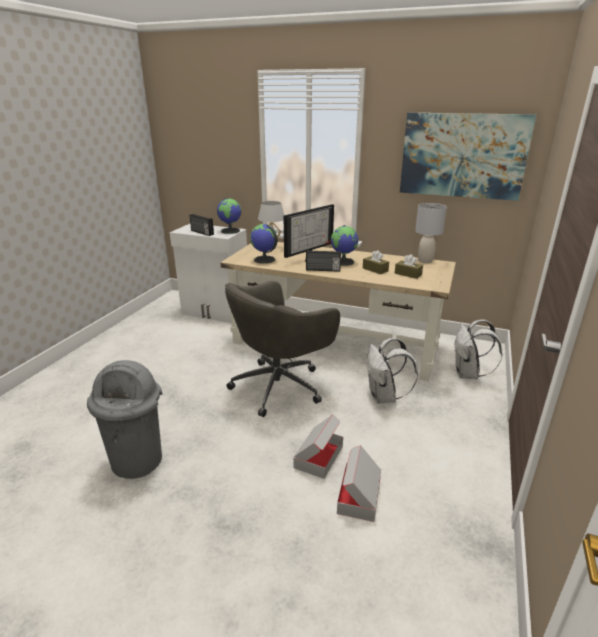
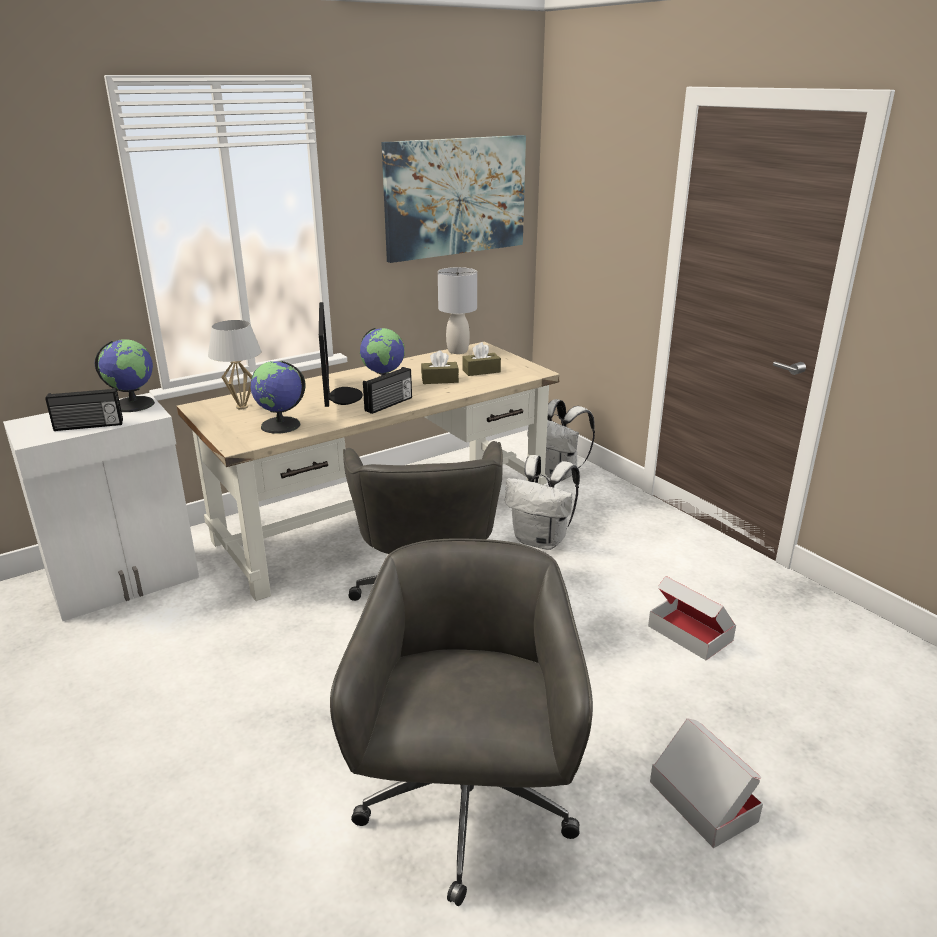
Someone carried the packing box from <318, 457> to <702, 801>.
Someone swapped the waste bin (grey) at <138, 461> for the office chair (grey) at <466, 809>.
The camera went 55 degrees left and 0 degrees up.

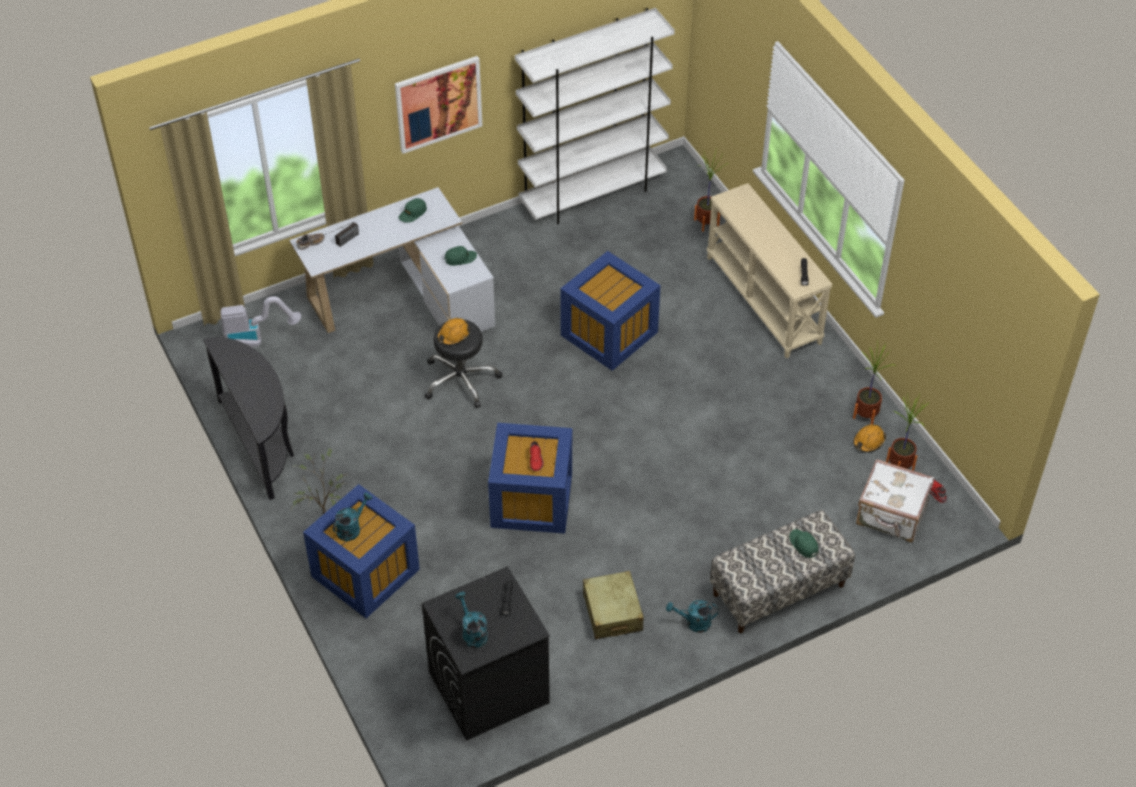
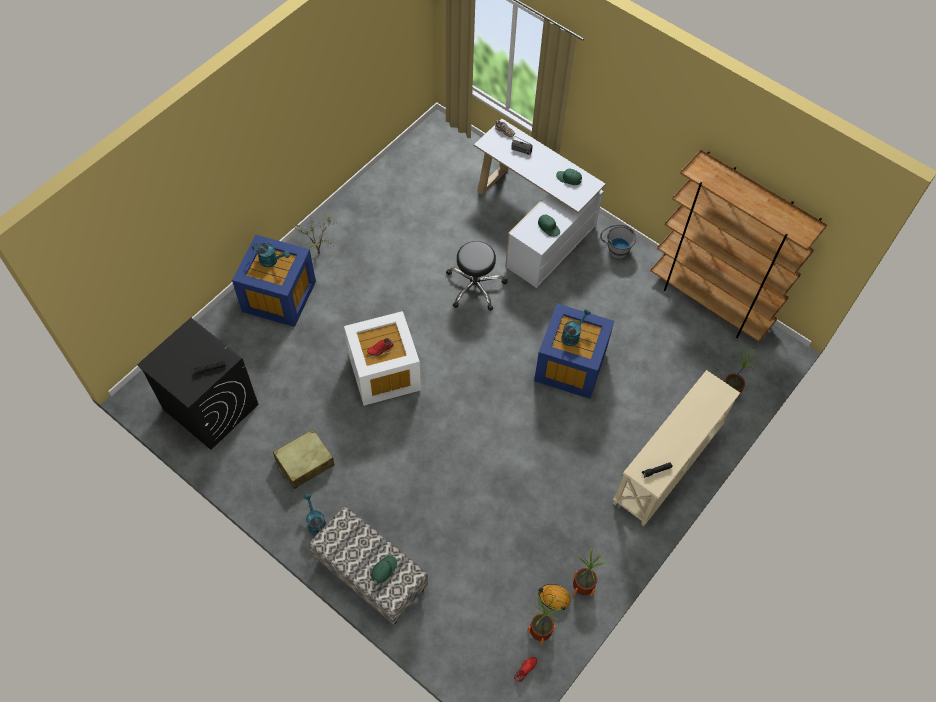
Someone took away the narrow table (black-coloured) at <261, 443>.
Someone took away the vacuum cleaner at <257, 339>.
Someone took away the wall art at <438, 104>.
Someone took away the safety helmet (orange-coloured) at <453, 335>.
Someone took away the suitcase (whitish) at <891, 515>.
Someone put down the water bucket (grey) at <615, 248>.
Someone carried the watering can (blue-green) from <472, 632> to <572, 335>.
Someone repainted the storage container (blue-coloured) at <533, 499>, which became the storage container (whitish) at <385, 373>.
Someone repainted the bookshelf (whitish) at <593, 194>, which became the bookshelf (brown-coloured) at <710, 302>.
The camera went 65 degrees right and 10 degrees up.

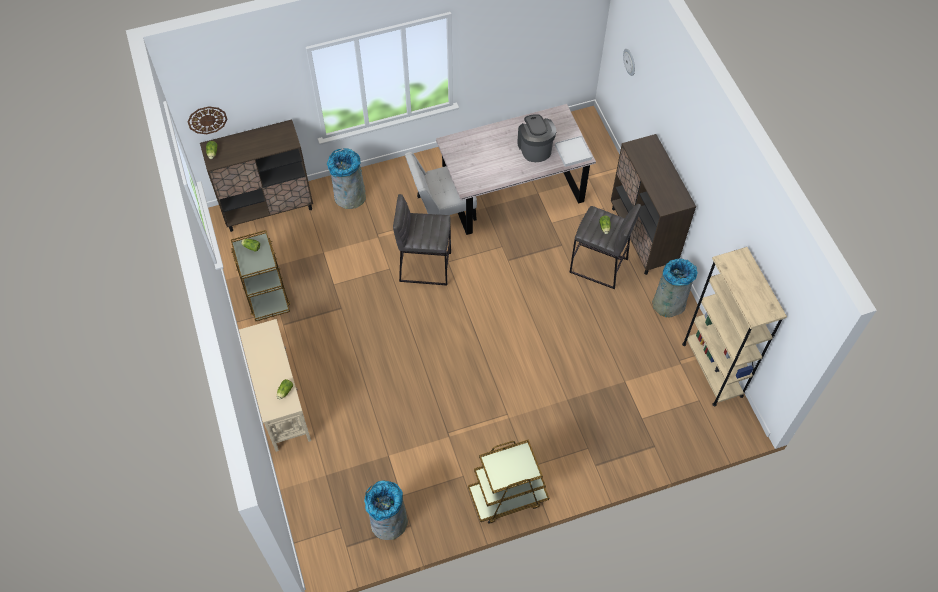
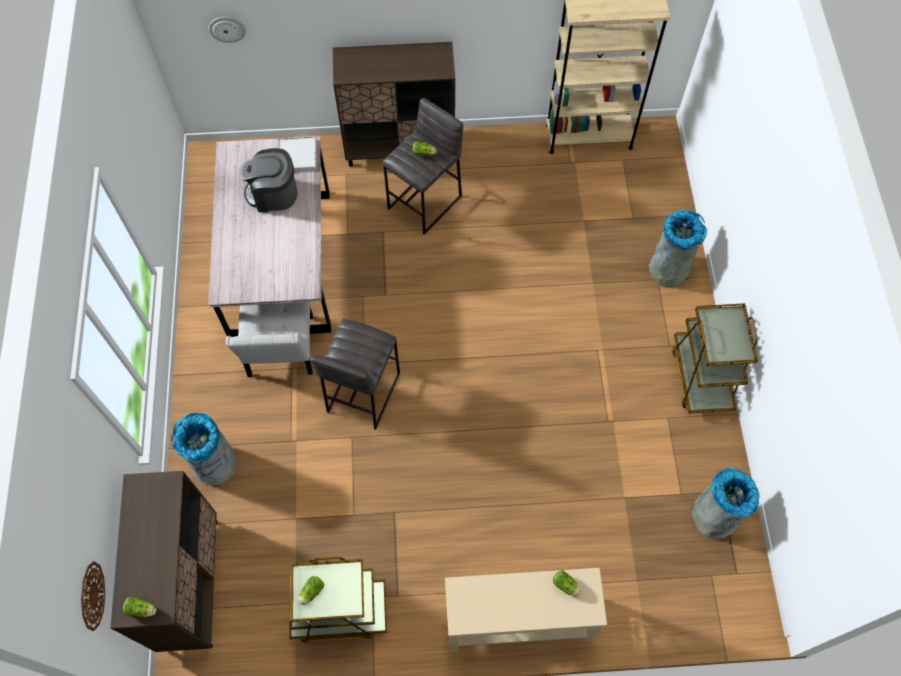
Someone carried the waste bin (grey) from <669, 303> to <668, 269>.
The camera went 75 degrees left and 5 degrees up.

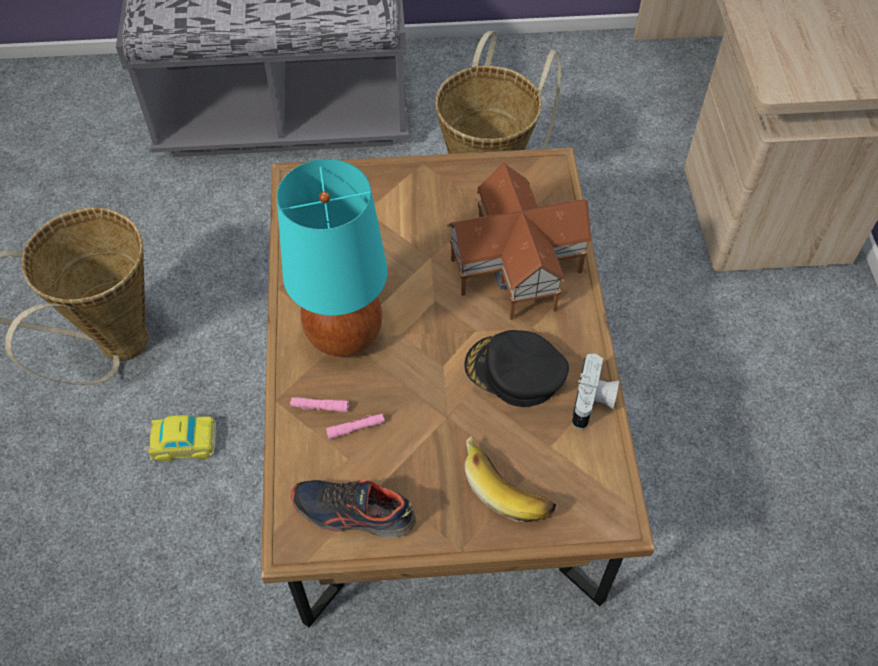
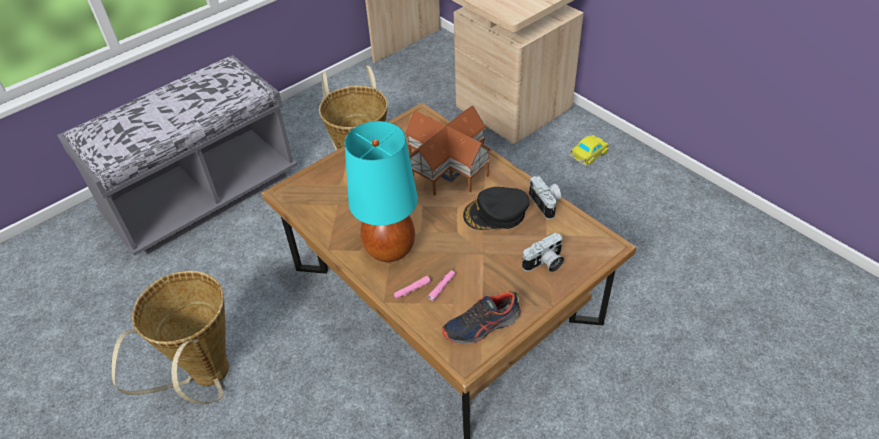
Someone carried the model car from <182, 441> to <588, 154>.
Someone swapped the whole banana at <508, 486> for the photo camera at <545, 264>.
The camera went 35 degrees left and 10 degrees down.

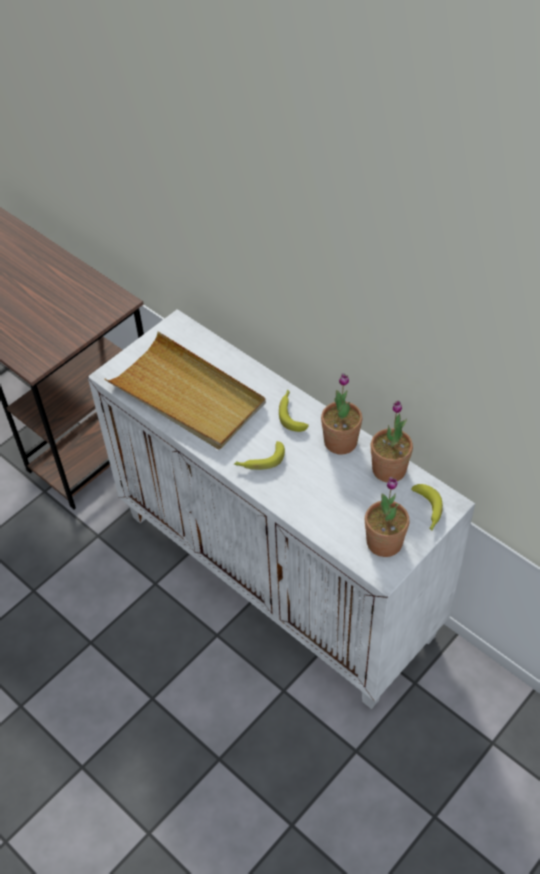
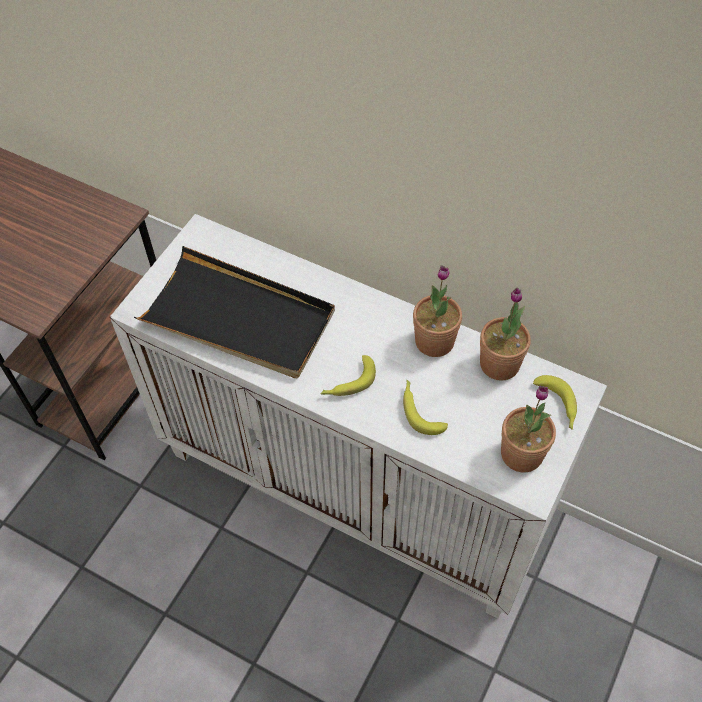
Someone carried the whole banana from <292, 413> to <420, 410>.
Someone repainted the carrying tray (beige-coloured) at <187, 395>, which became the carrying tray (black-coloured) at <238, 318>.
The camera went 15 degrees left and 5 degrees up.

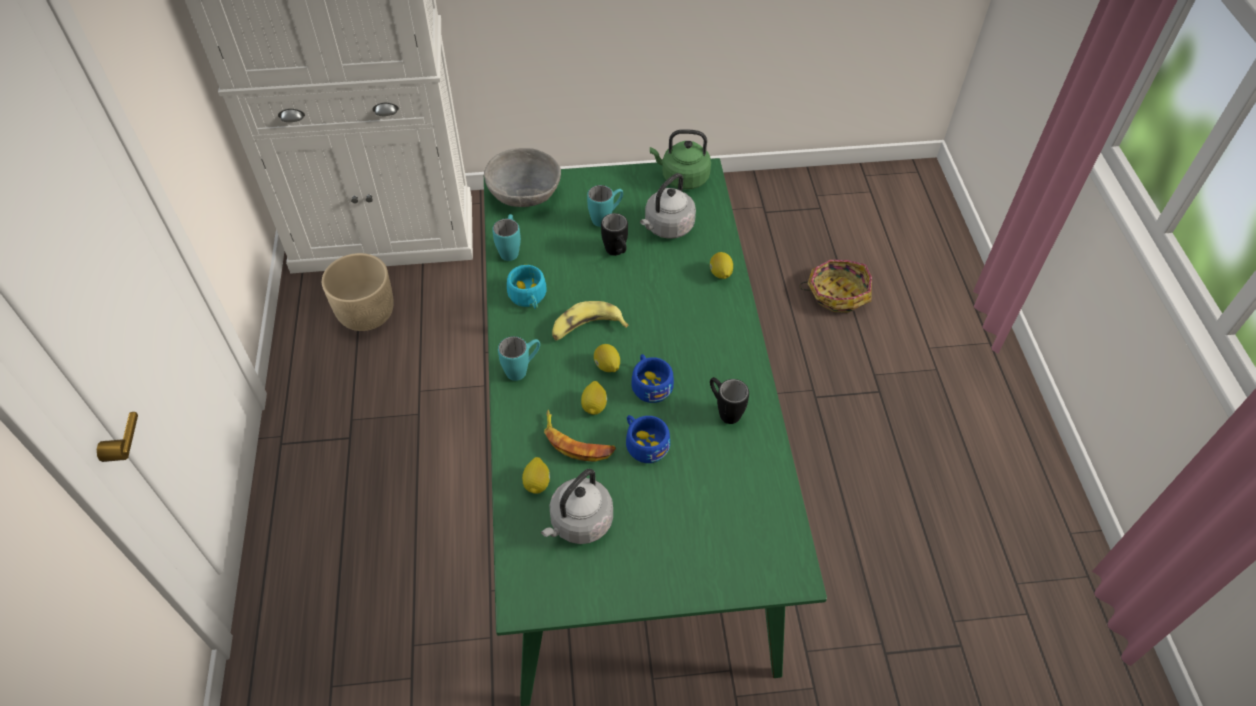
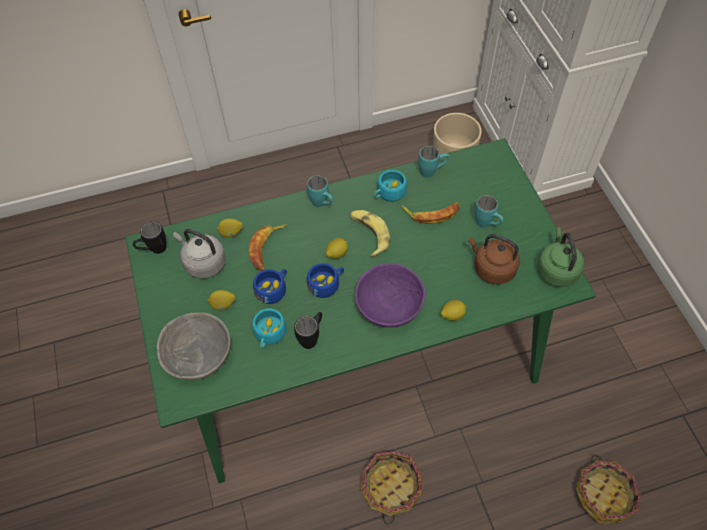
Someone put down the small cup (blue-green) at <269, 335>.
Someone put down the deep dish (purplish) at <389, 306>.
Someone put down the basket at <390, 487>.
Someone put down the whole banana at <432, 213>.
Someone carried the deep dish (grey) from <523, 194> to <198, 355>.
Someone carried the lemon from <594, 406> to <223, 305>.
Someone carried the tea mug (black-coloured) from <617, 253> to <154, 250>.
Someone repainted the water kettle (grey) at <667, 227>, which became the water kettle (brown-coloured) at <492, 268>.
The camera went 80 degrees right and 5 degrees up.

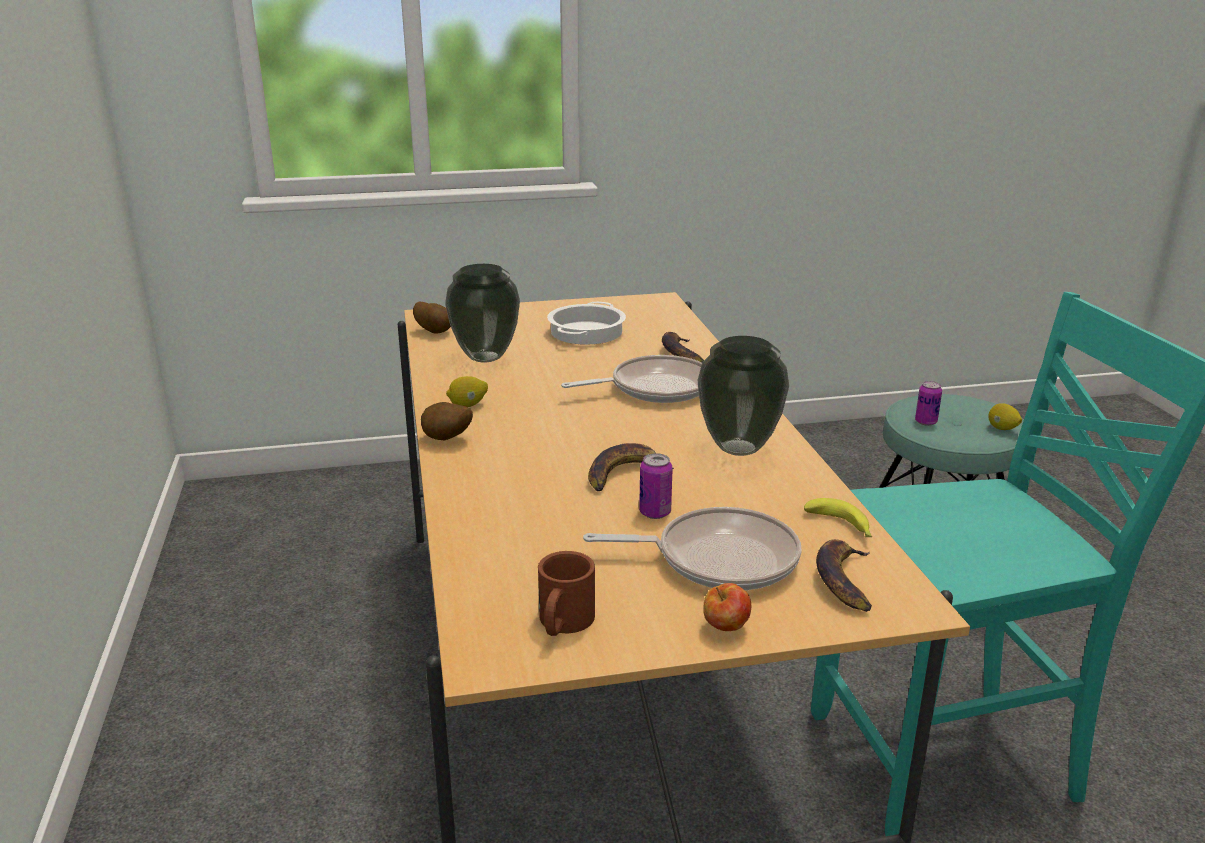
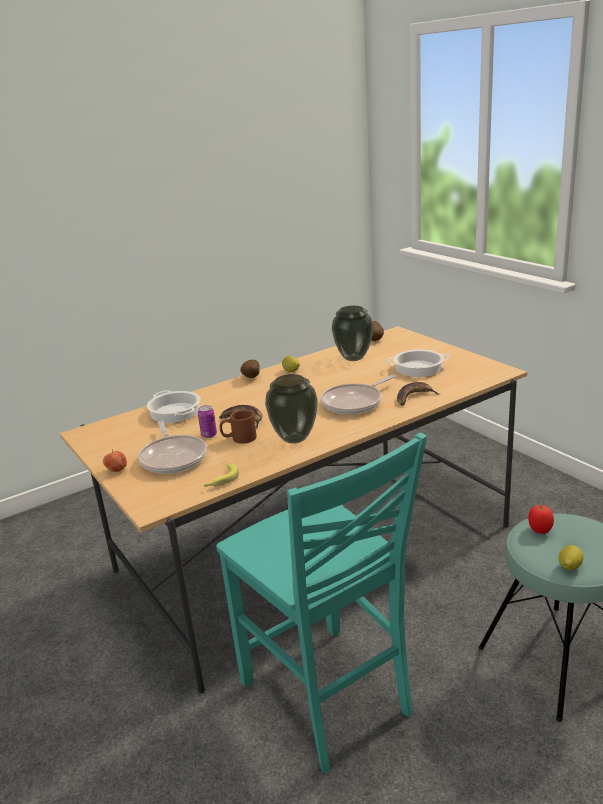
Someone took away the whole banana at <844, 581>.
Someone put down the saucepot at <176, 412>.
Someone carried the tea mug (brown-coloured) from <563, 624> to <239, 438>.
Someone swapped the metal can at <926, 422> for the fresh tomato at <539, 530>.
Someone rotated the frying pan at <655, 388> by 90 degrees clockwise.
The camera went 70 degrees right and 0 degrees up.

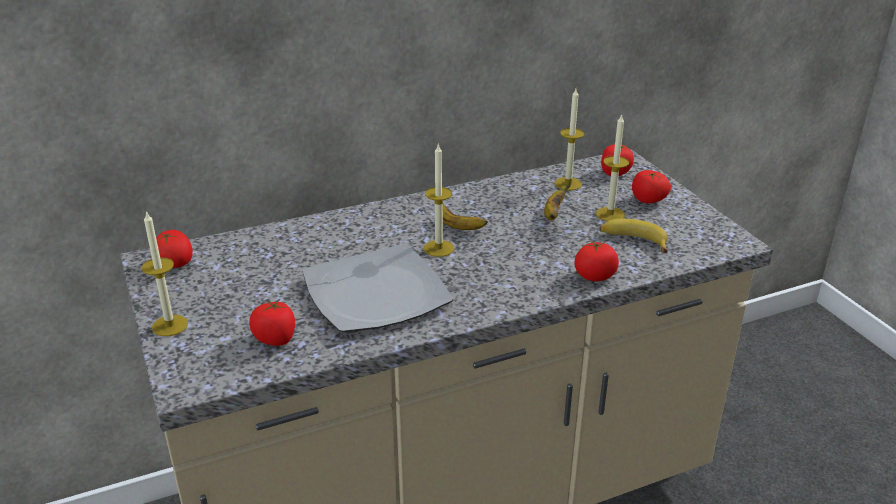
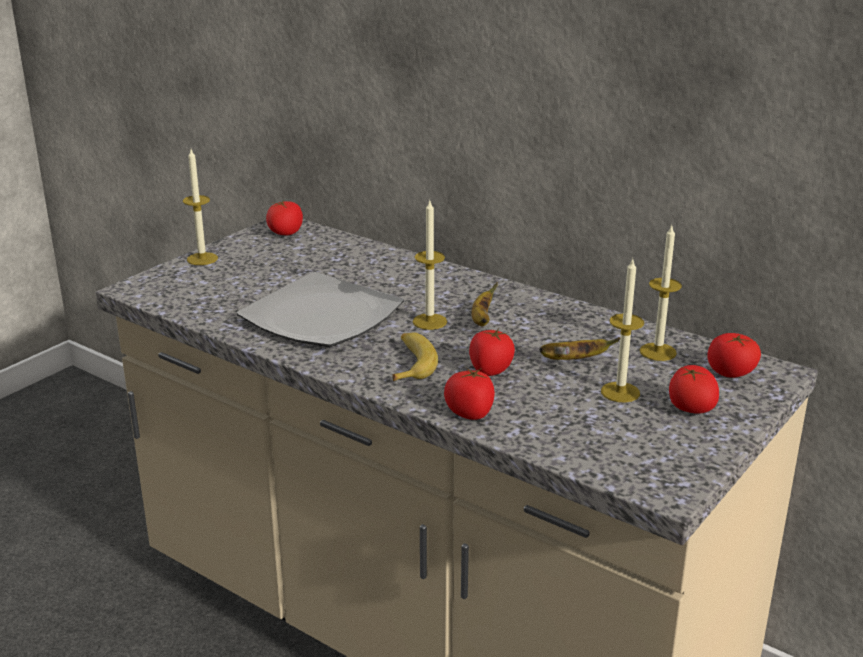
Someone carried the fresh tomato from <275, 338> to <490, 369>.
Someone carried the whole banana from <633, 241> to <411, 364>.
The camera went 60 degrees right and 5 degrees down.

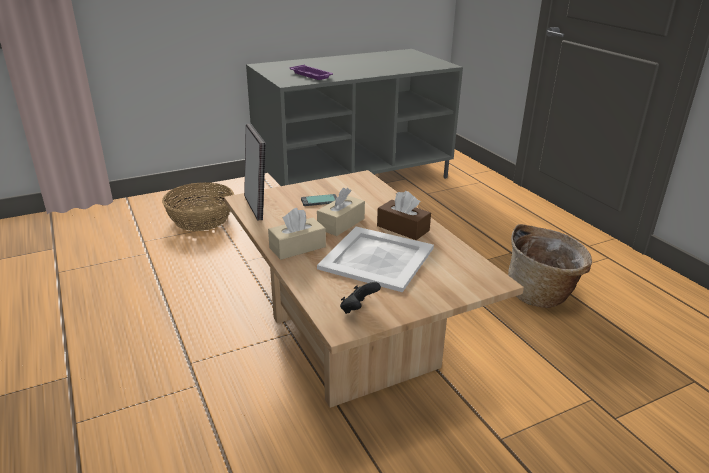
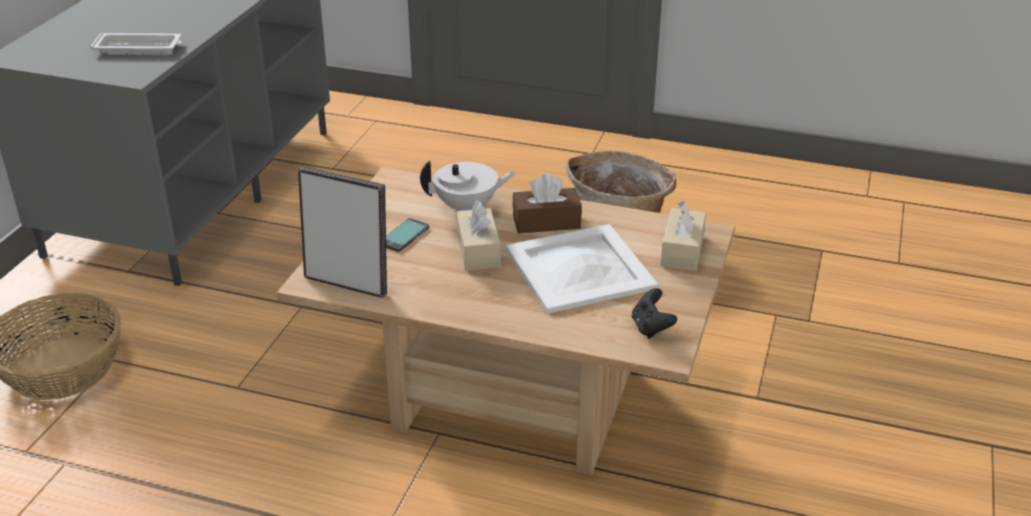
Someone put down the pot for tea (whitish) at <467, 207>.
Someone carried the box of tissues (beige-coloured) from <297, 247> to <682, 251>.
Someone repainted the carrying tray (purplish) at <311, 75>, which became the carrying tray (whitish) at <139, 48>.
The camera went 45 degrees left and 5 degrees up.

